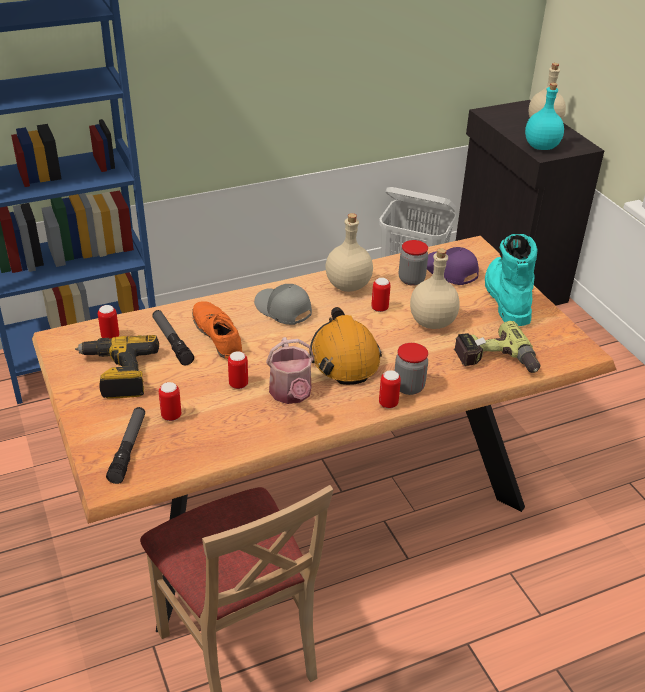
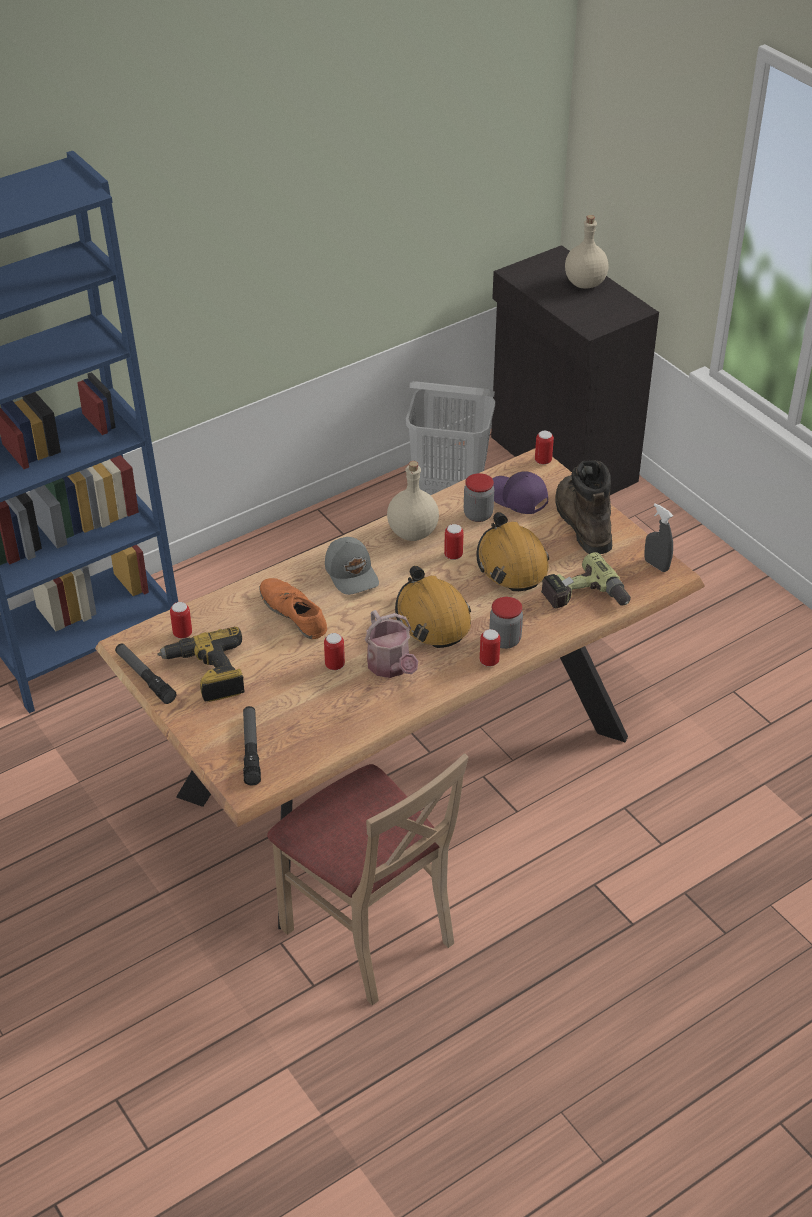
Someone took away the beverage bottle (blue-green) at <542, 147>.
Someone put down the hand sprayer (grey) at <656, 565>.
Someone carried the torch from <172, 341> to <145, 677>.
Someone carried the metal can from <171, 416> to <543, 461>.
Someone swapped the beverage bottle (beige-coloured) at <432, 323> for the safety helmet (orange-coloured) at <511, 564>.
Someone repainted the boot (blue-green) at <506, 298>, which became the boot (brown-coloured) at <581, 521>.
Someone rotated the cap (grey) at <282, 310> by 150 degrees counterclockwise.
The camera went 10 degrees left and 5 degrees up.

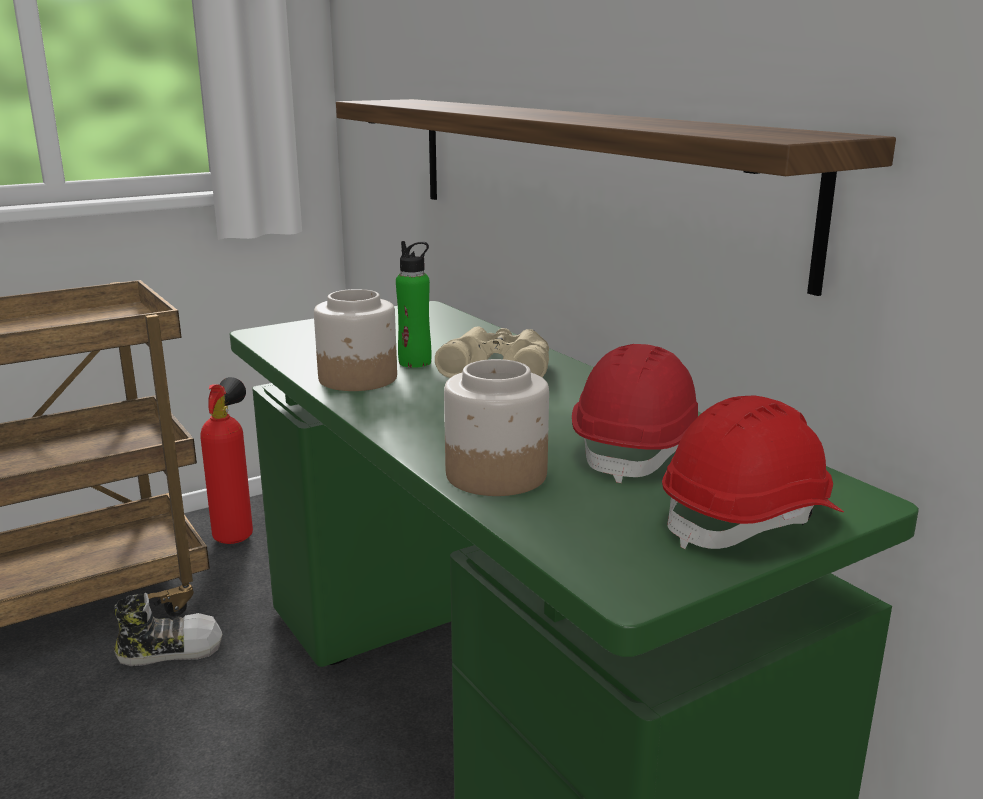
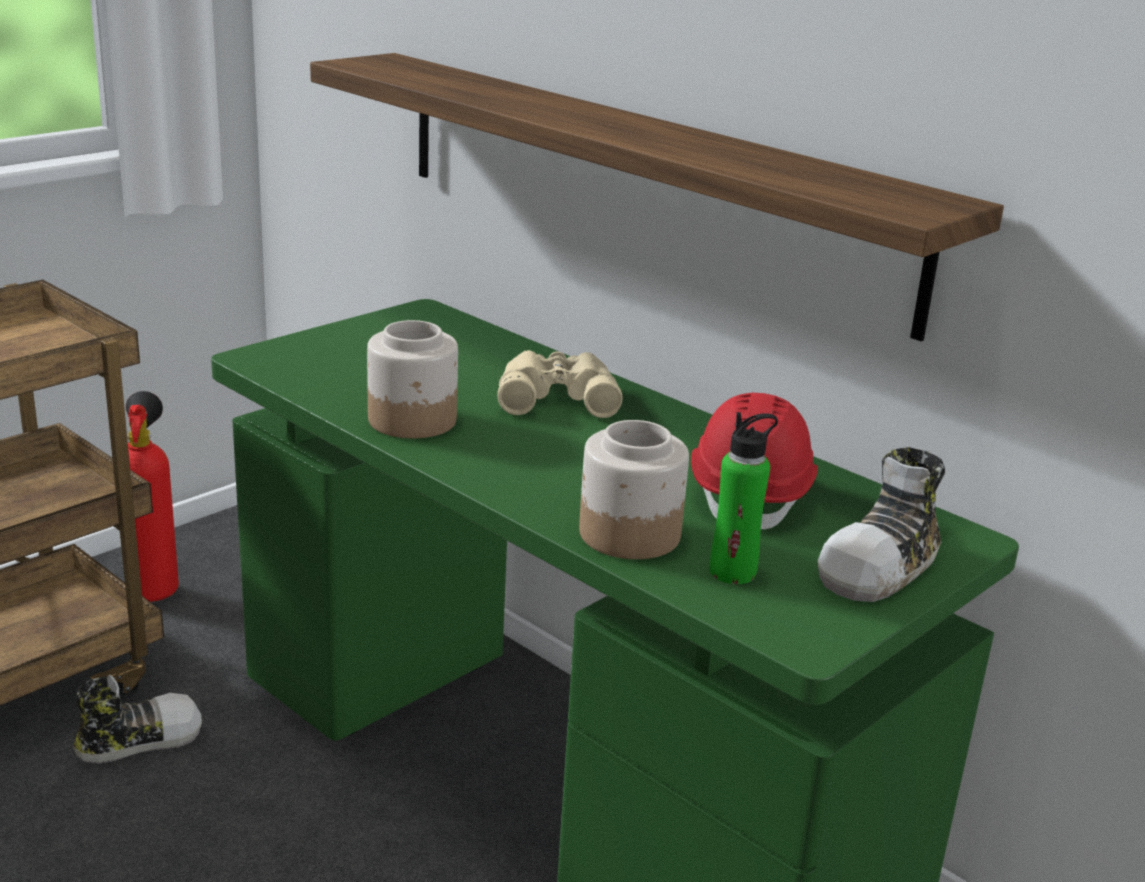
Someone carried the beverage bottle (green-coloured) from <415, 362> to <733, 572>.
Someone swapped the safety helmet (reddish) at <750, 520> for the shoe at <882, 566>.
The camera went 15 degrees left and 5 degrees up.

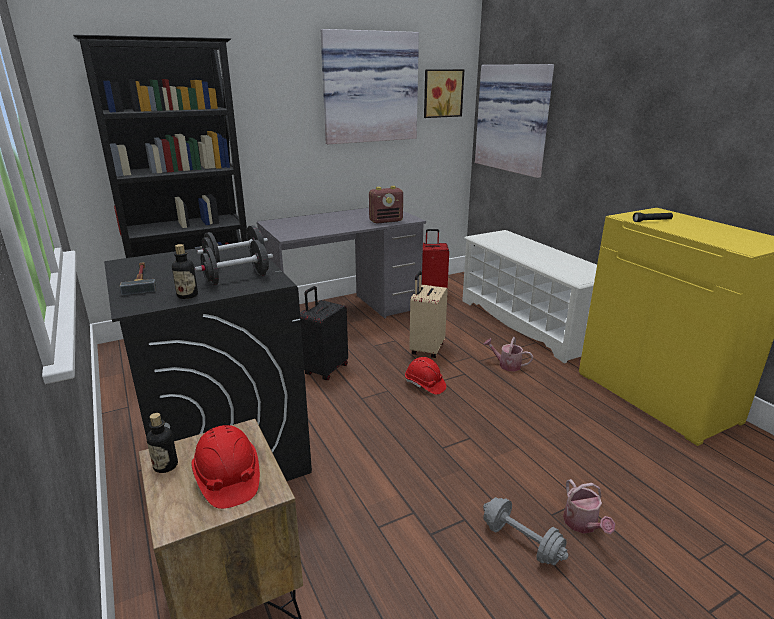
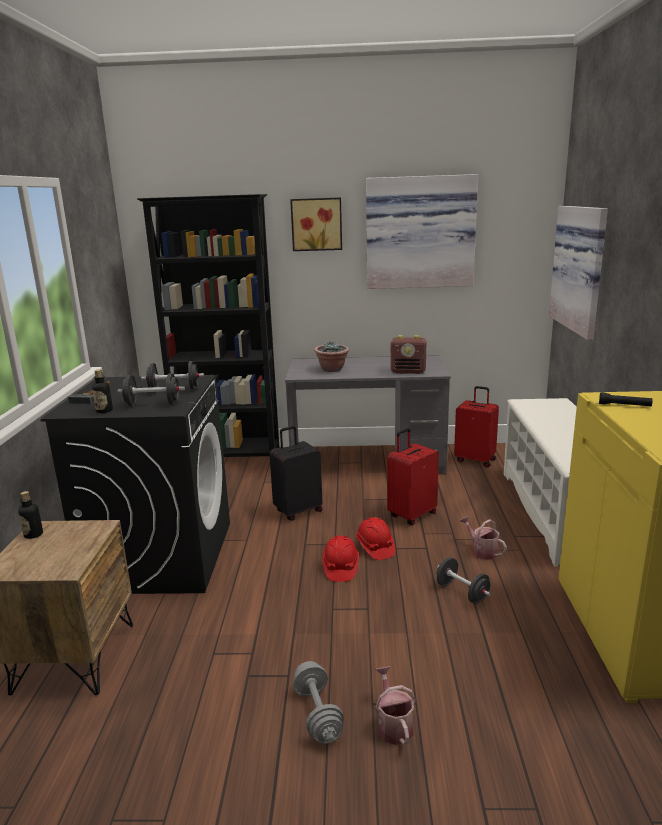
Someone put down the plant in a pot at <332, 369>.
Someone put down the hand weight (black-coloured) at <462, 592>.
Someone carried the safety helmet (reddish) from <227, 479> to <340, 568>.
Someone carried the wall art from <442, 93> to <316, 224>.
Someone repainted the suitcase (beige-coloured) at <426, 349>, which became the suitcase (reddish) at <411, 515>.
Someone rotated the watering can at <583, 525> by 150 degrees clockwise.
The camera went 30 degrees right and 5 degrees down.

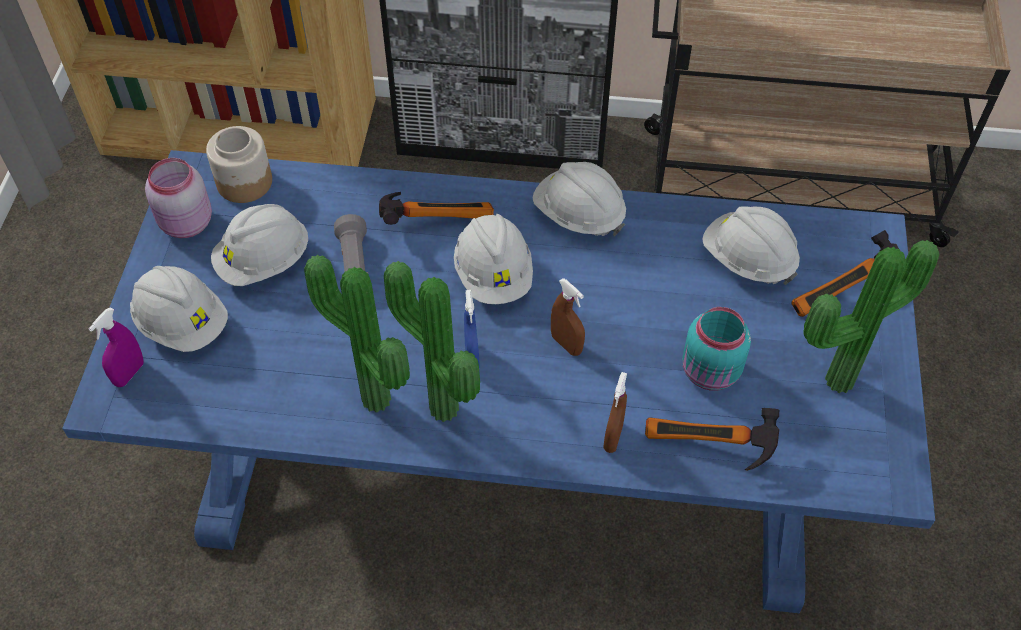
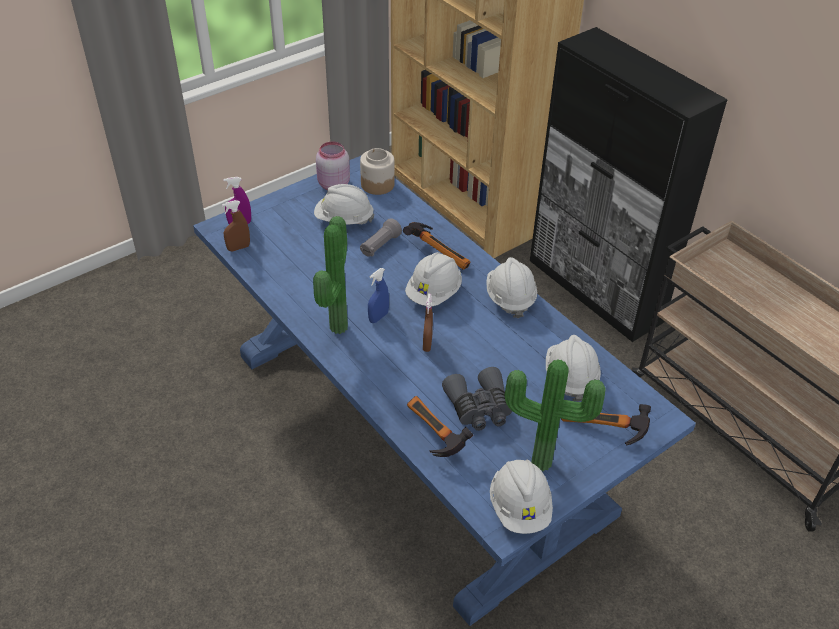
Someone took away the plant in a pot at <372, 403>.
Someone carried the safety helmet (whitish) from <183, 324> to <520, 507>.
Someone carried the hand sprayer (brown-coloured) from <613, 437> to <238, 248>.
Someone swapped the preserve jar (blue-green) at <711, 373> for the binoculars (grey) at <479, 408>.
The camera went 45 degrees right and 10 degrees down.

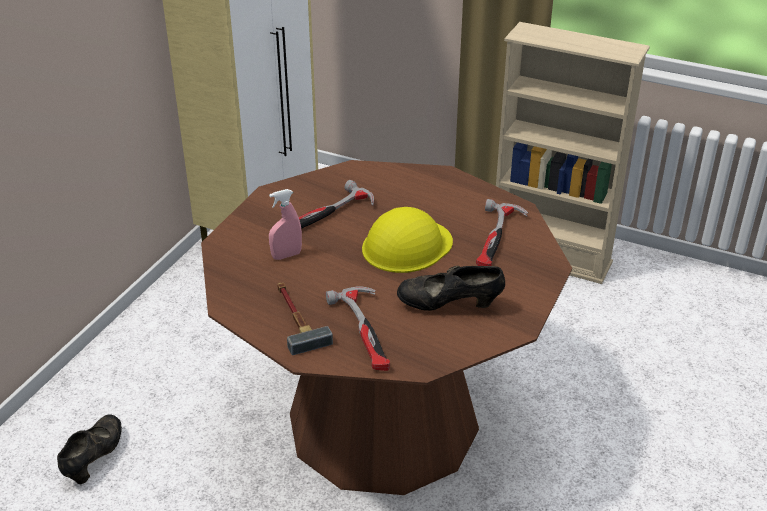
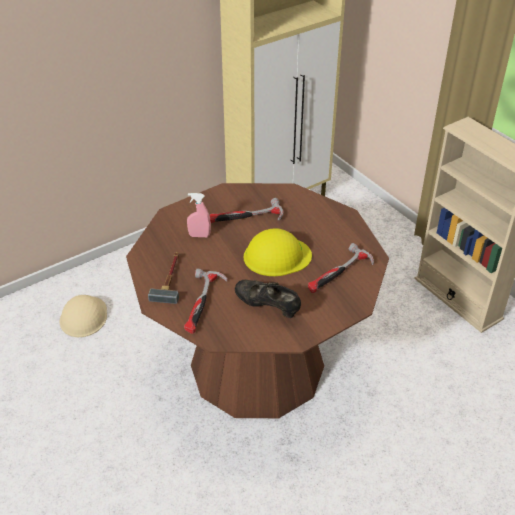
Someone swapped the shoe (black-coloured) at <94, 458> for the safety helmet (beige-coloured) at <83, 317>.
The camera went 30 degrees right and 5 degrees up.

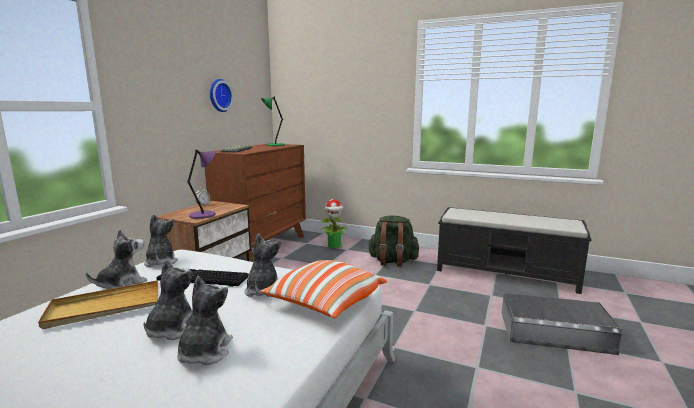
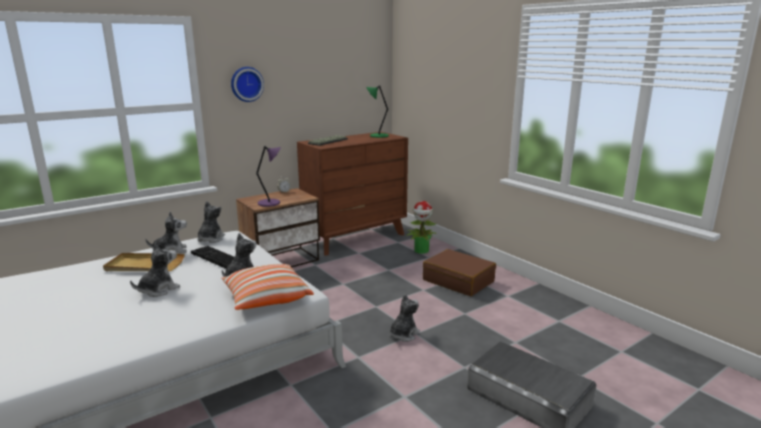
Someone took away the long seat (black-coloured) at <506, 273>.
Someone carried the soft toy from <204, 352> to <403, 334>.
Someone carried the hanging clock from <219, 95> to <246, 84>.
Someone swapped the backpack (green-coloured) at <392, 261> for the suitcase (brown-coloured) at <458, 281>.
The camera went 30 degrees right and 5 degrees up.

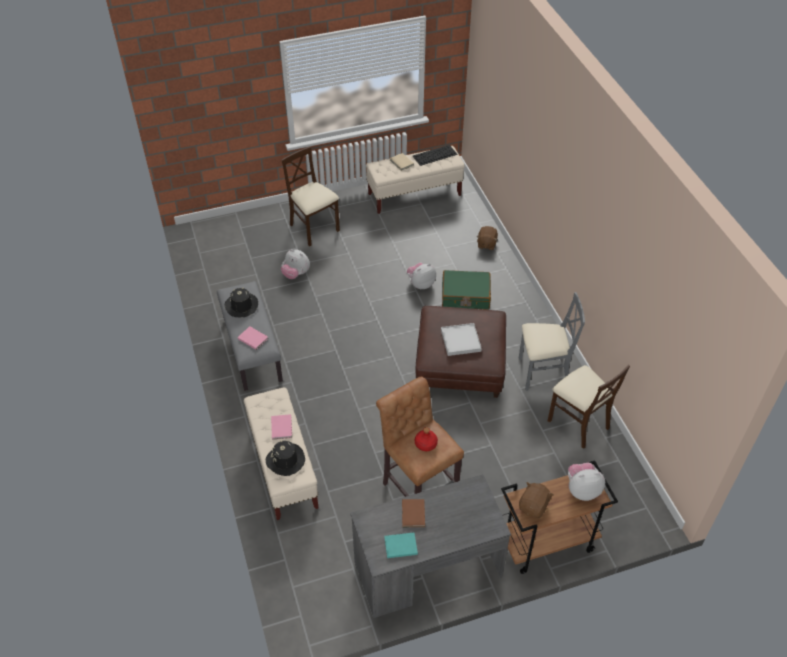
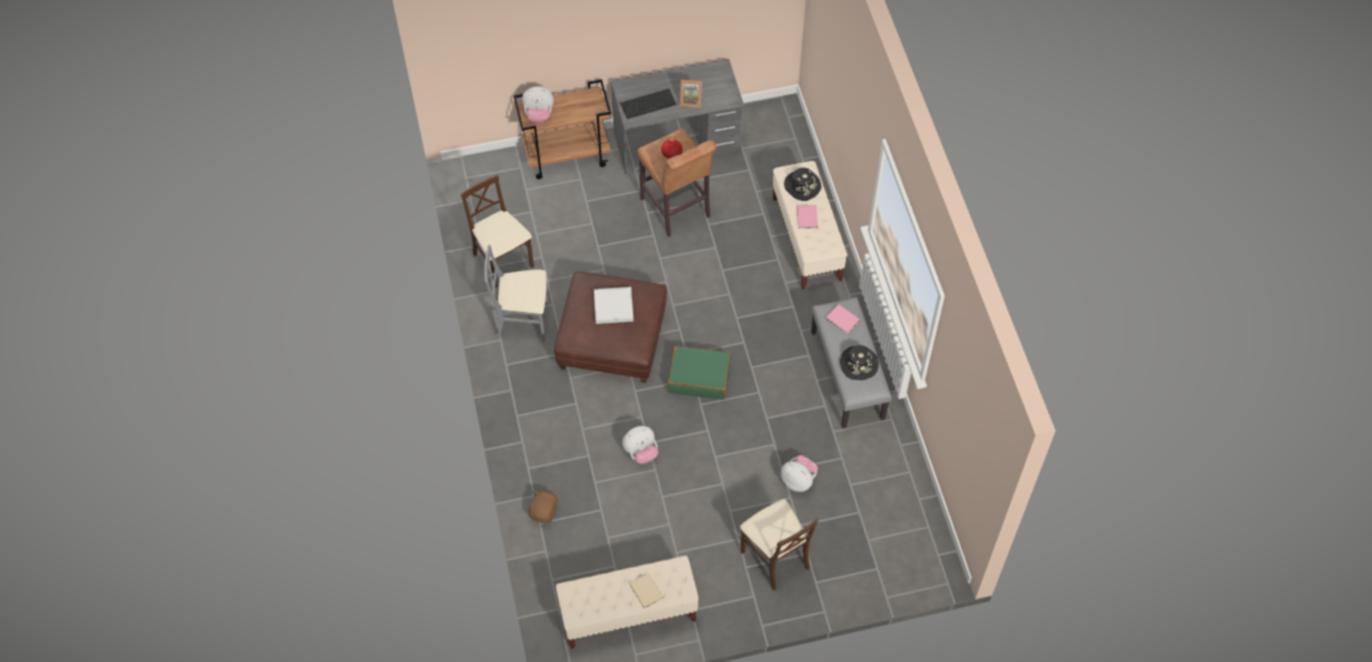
Someone took away the book (blue-green) at <399, 545>.
Someone took away the soft toy (brown-coloured) at <534, 506>.
Someone carried the computer keyboard from <434, 155> to <648, 103>.
Someone carried the suitcase (green-coloured) from <465, 296> to <699, 377>.
Someone swapped the book (brown-coloured) at <412, 514> for the photo frame at <690, 100>.
The camera went 175 degrees left and 10 degrees up.

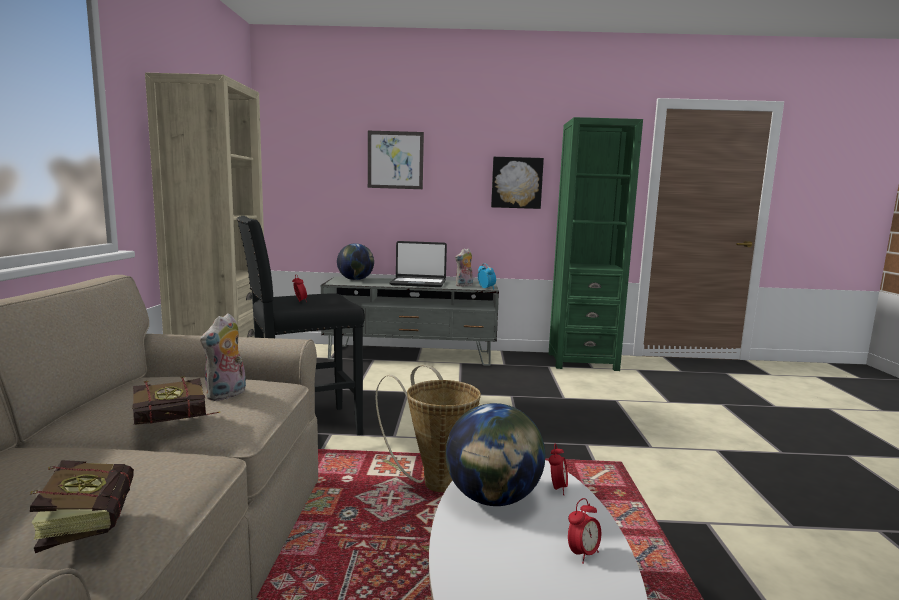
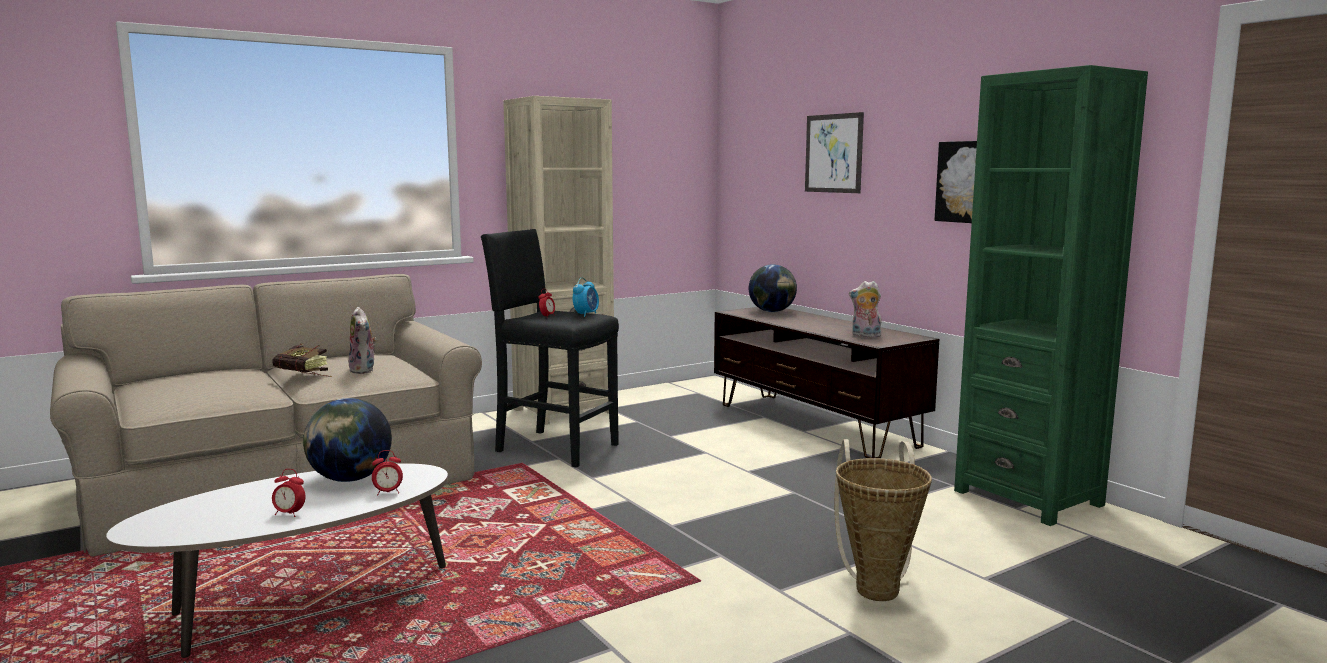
Someone took away the book at <91, 521>.
Someone took away the laptop at <418, 283>.
Someone carried the basket from <434, 481> to <876, 586>.
Someone carried the table clock from <486, 288> to <586, 314>.
Someone repainted the tv stand (grey) at <411, 356>, which became the tv stand (brown-coloured) at <814, 424>.
Someone rotated the soft toy at <227, 395> by 105 degrees counterclockwise.
The camera went 55 degrees right and 0 degrees up.

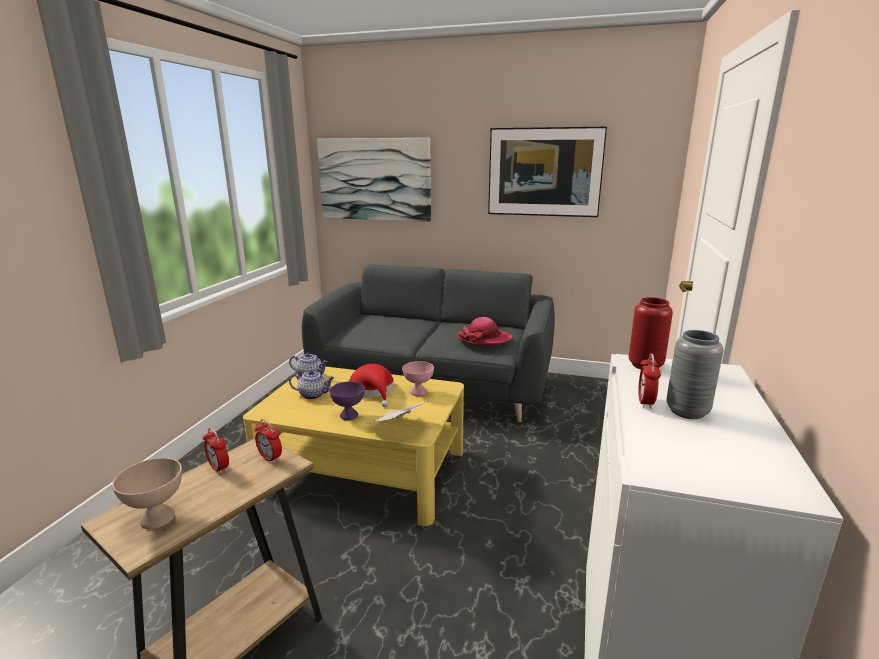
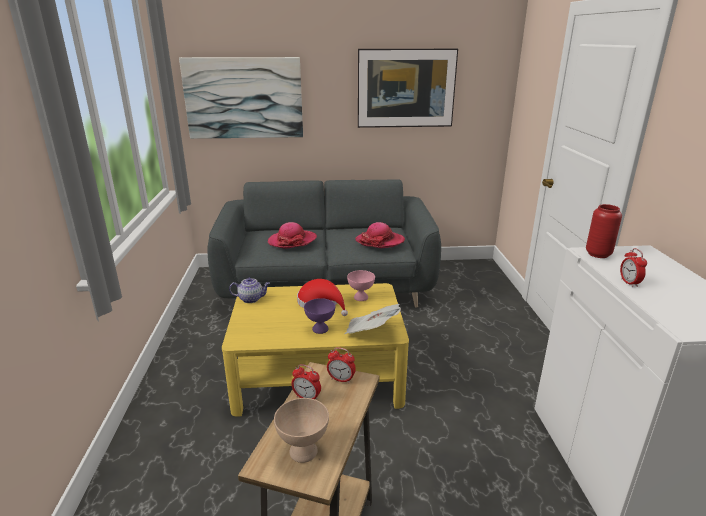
Someone took away the pot for tea at <313, 395>.
Someone took away the decorative vase (grey) at <687, 411>.
Someone put down the hat at <292, 241>.
The camera went 20 degrees left and 5 degrees up.

